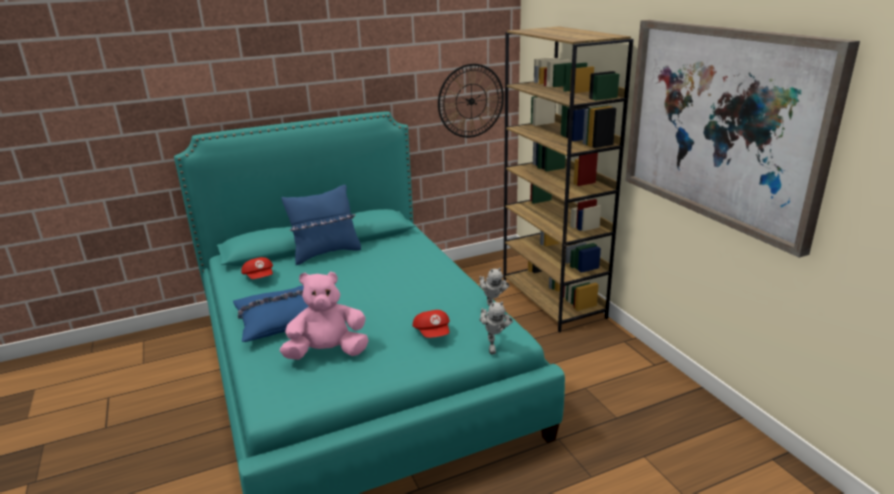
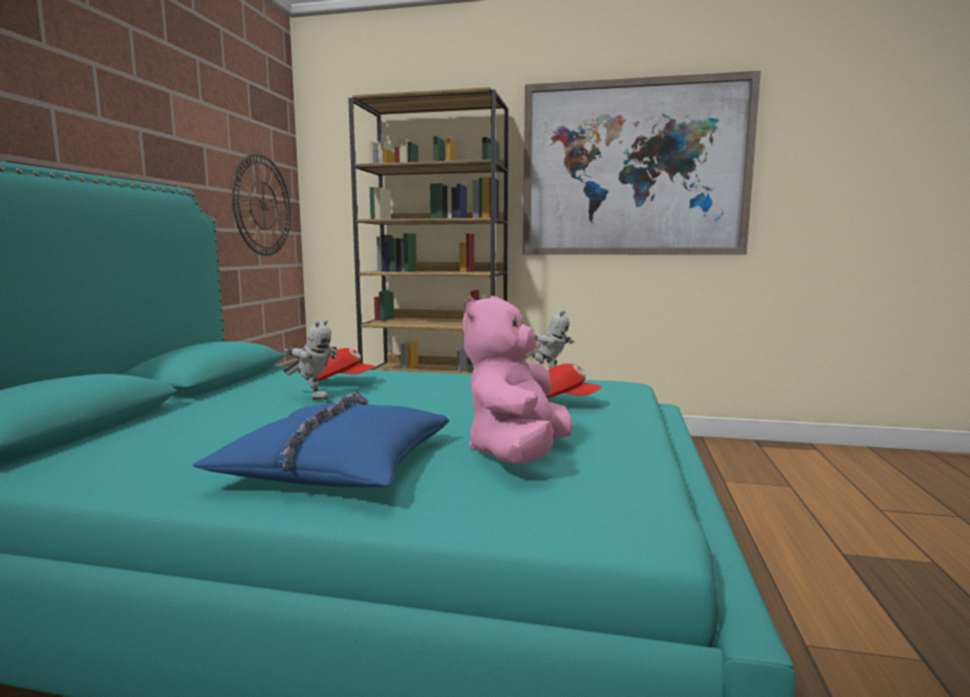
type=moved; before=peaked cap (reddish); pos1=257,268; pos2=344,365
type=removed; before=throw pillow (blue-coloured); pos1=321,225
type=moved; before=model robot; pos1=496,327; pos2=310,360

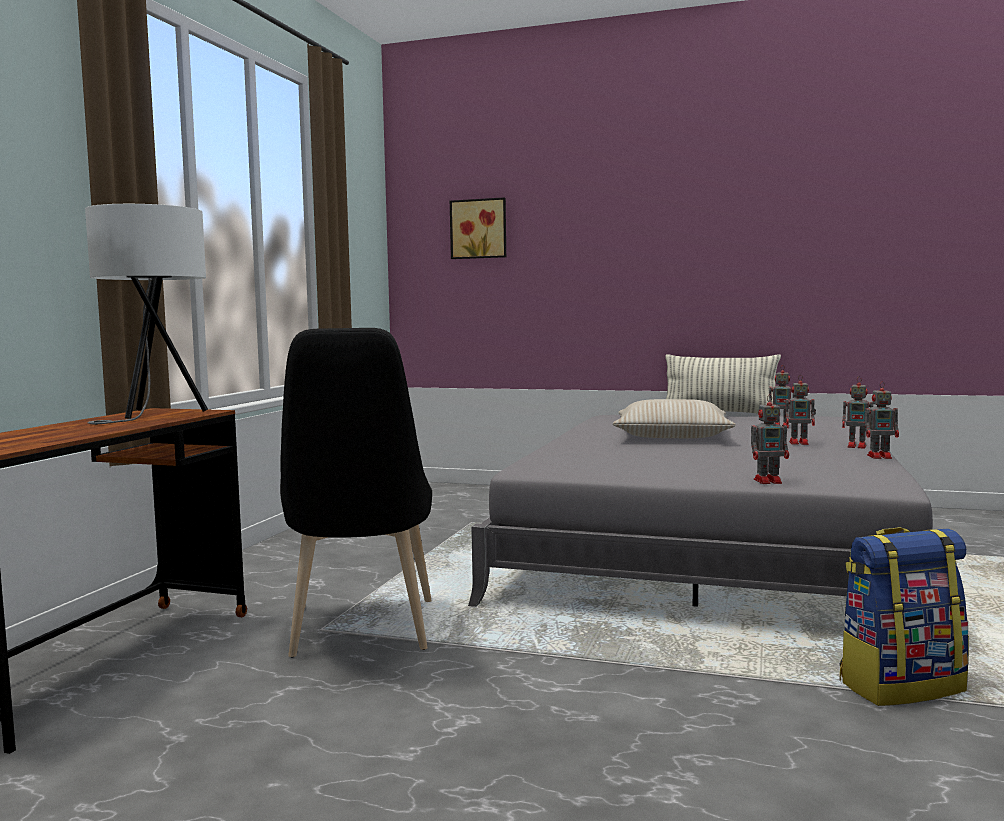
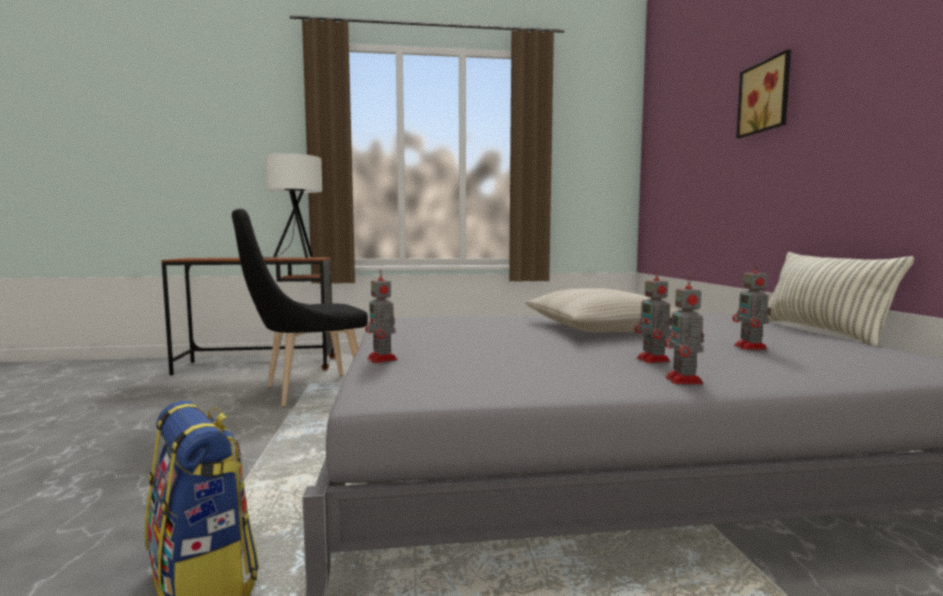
type=moved; before=wall picture; pos1=478,228; pos2=763,93
type=removed; before=model robot; pos1=882,420

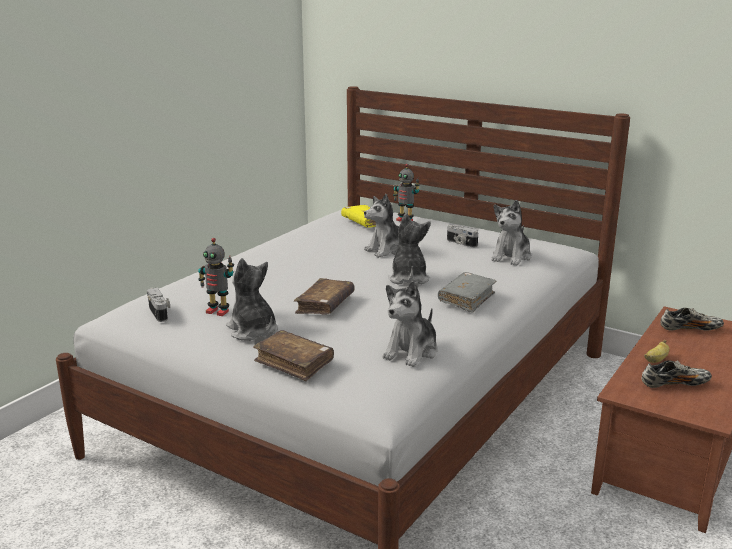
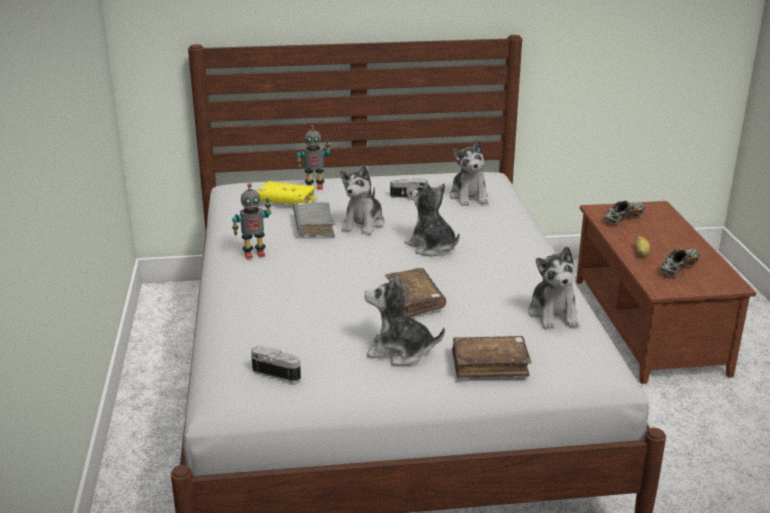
type=moved; before=model robot; pos1=216,277; pos2=251,221
type=moved; before=book (grey); pos1=467,292; pos2=314,219

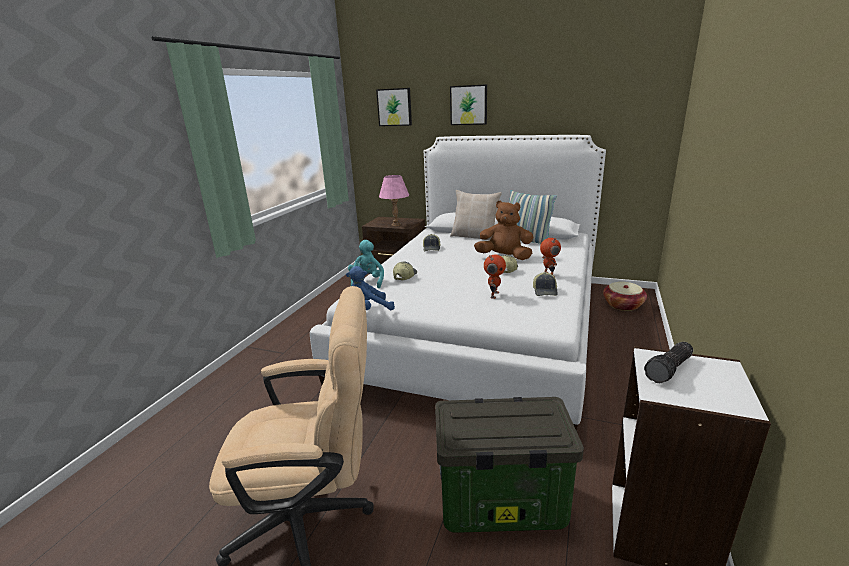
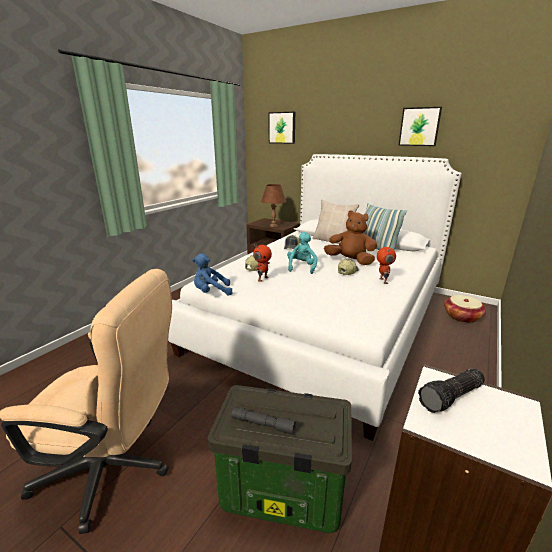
type=moved; before=cuddly toy (turquoise-coloured); pos1=366,264; pos2=302,253
type=recoloured; before=lamp for a table (pinkish); after=lamp for a table (brownish); pos1=394,200; pos2=273,205
type=moved; before=wall picture; pos1=468,104; pos2=420,126
type=moved; before=model robot; pos1=495,277; pos2=262,263
type=removed; before=peaked cap; pos1=545,284
type=added; after=hand torch (grey); pos2=263,421

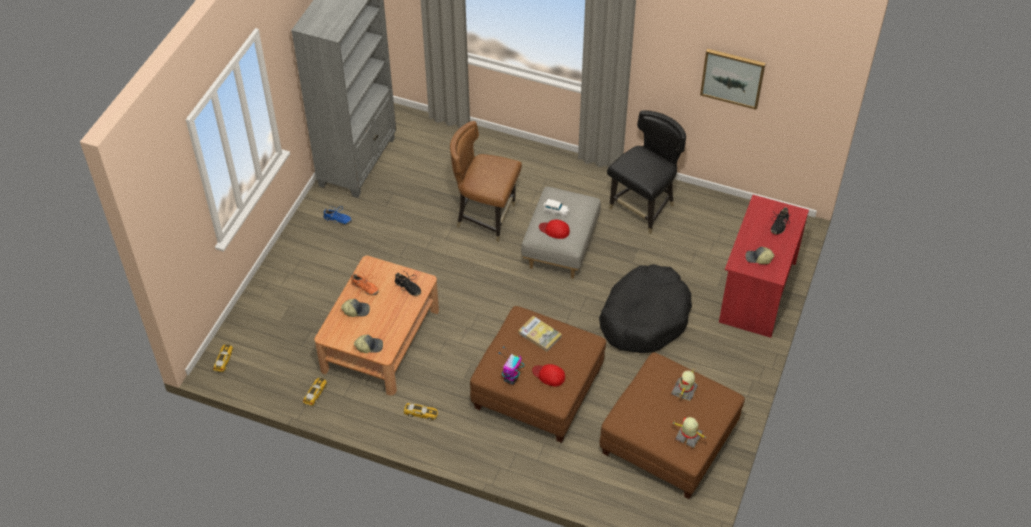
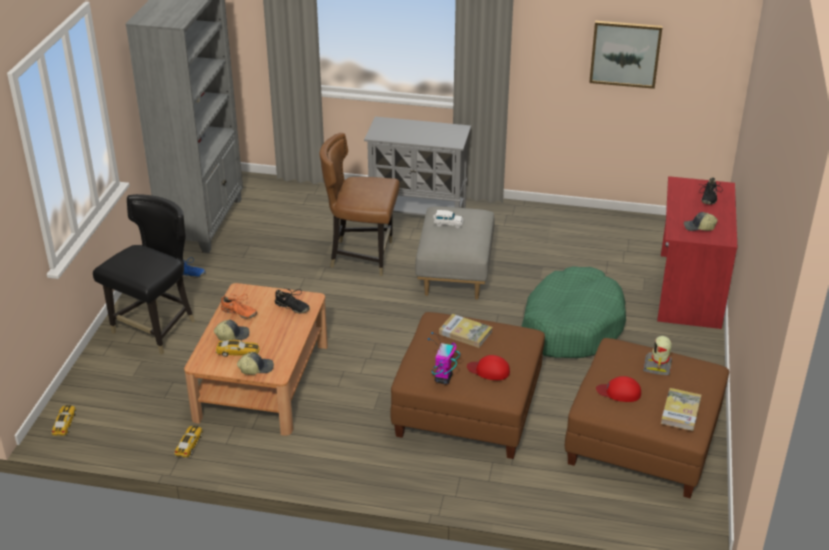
type=moved; before=miniature car; pos1=421,411; pos2=237,348
type=moved; before=peaked cap (reddish); pos1=554,229; pos2=618,389
type=recoloured; before=dog cushion (black); after=dog cushion (green); pos1=645,308; pos2=573,312
type=moved; before=plain chair (black); pos1=646,172; pos2=144,274
type=replaced; before=model robot; after=book; pos1=689,432; pos2=681,409
type=added; after=storage cabinet (grey); pos2=417,166

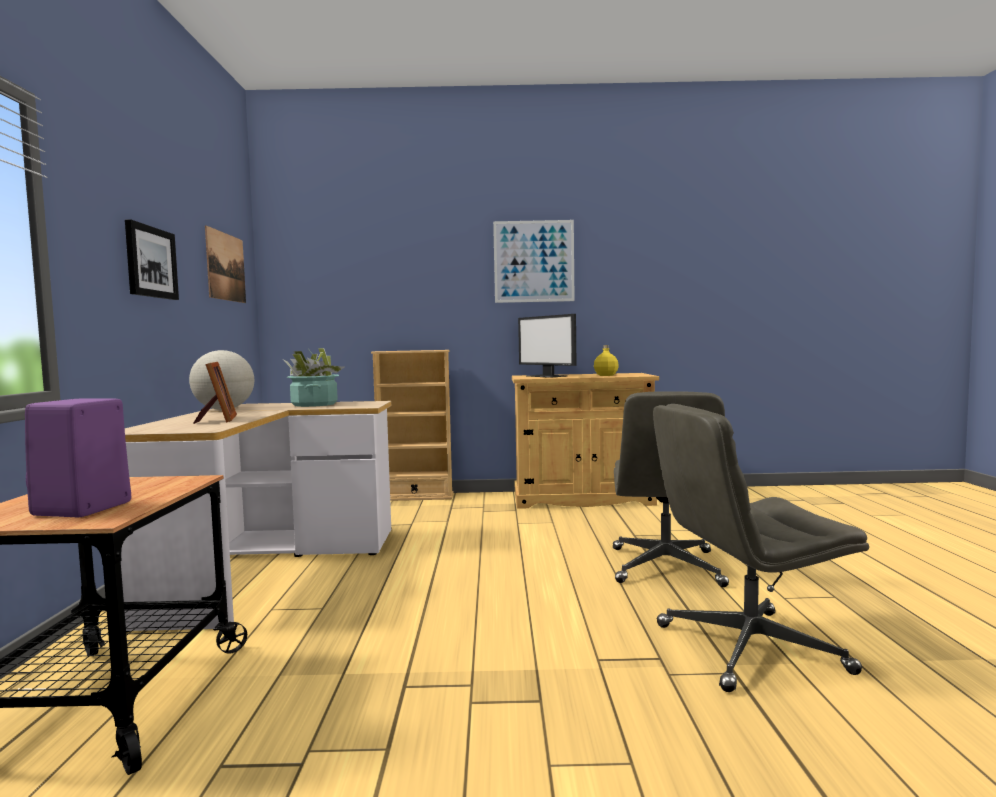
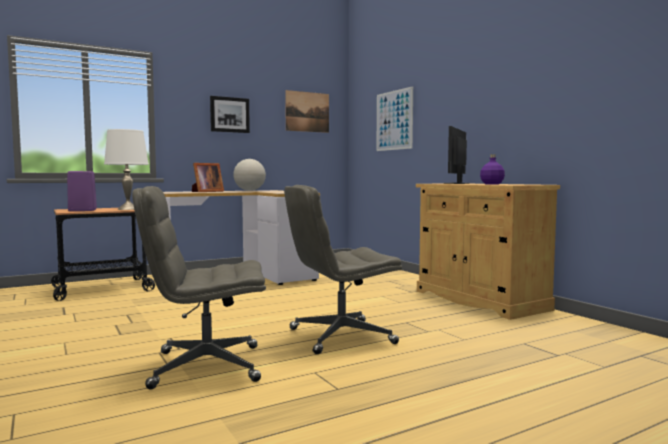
type=removed; before=plant in a pot; pos1=313,377
type=removed; before=bookshelf (sand-coloured); pos1=412,425
type=moved; before=wall picture; pos1=534,261; pos2=394,118
type=recoloured; before=drink bottle (yellow-coloured); after=drink bottle (purple); pos1=606,360; pos2=492,169
type=turned; before=office chair (grey); pos1=761,548; pos2=199,288; turn=-60
type=added; after=lamp for a table (white); pos2=126,169

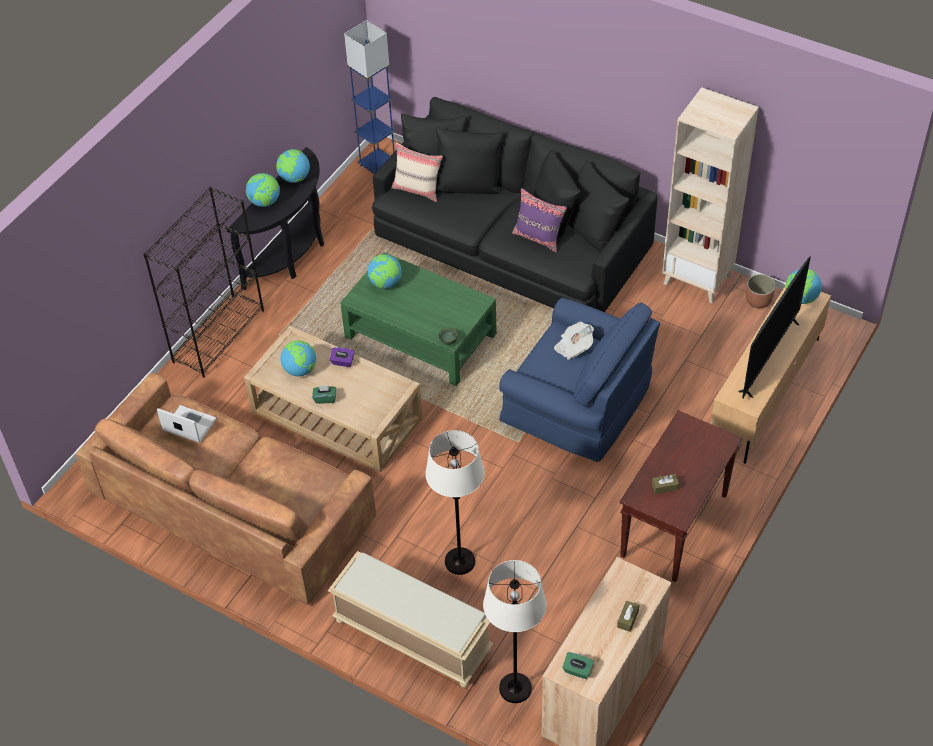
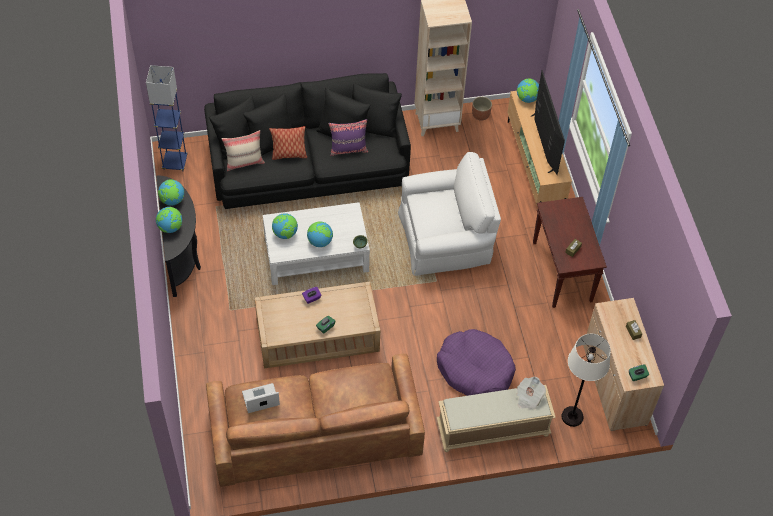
type=removed; before=bookshelf (black); pos1=203,282
type=moved; before=globe; pos1=298,358; pos2=320,234
type=recoloured; before=lounge table (green); after=lounge table (white); pos1=418,319; pos2=316,243
type=replaced; before=standing lamp (white); after=dog cushion (purple); pos1=455,502; pos2=476,362
type=recoloured; before=armchair (blue-coloured); after=armchair (white); pos1=579,380; pos2=449,214
type=moved; before=newspaper; pos1=574,341; pos2=531,393
type=added; after=throw pillow; pos2=288,143

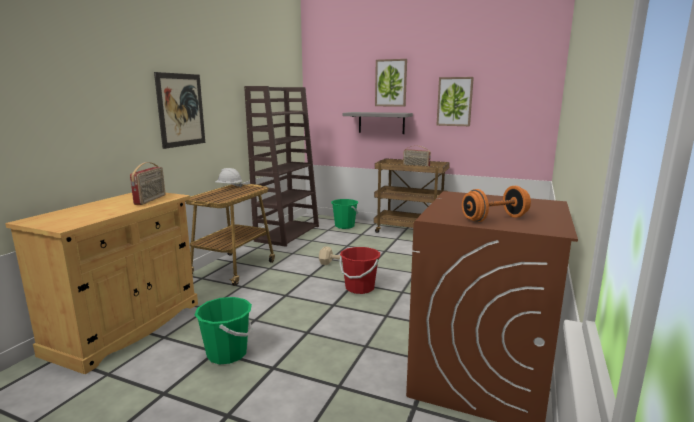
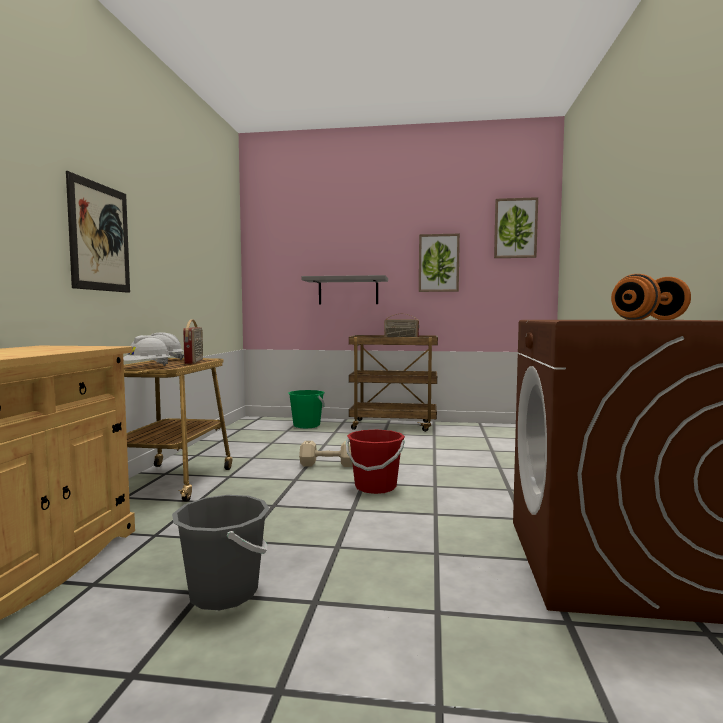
type=moved; before=radio; pos1=147,183; pos2=193,342
type=recoloured; before=bucket (green); after=bucket (grey); pos1=223,330; pos2=221,552
type=removed; before=bookshelf (brownish); pos1=281,166
type=moved; before=wall picture; pos1=391,83; pos2=516,227
type=added; after=work helmet (white); pos2=146,350

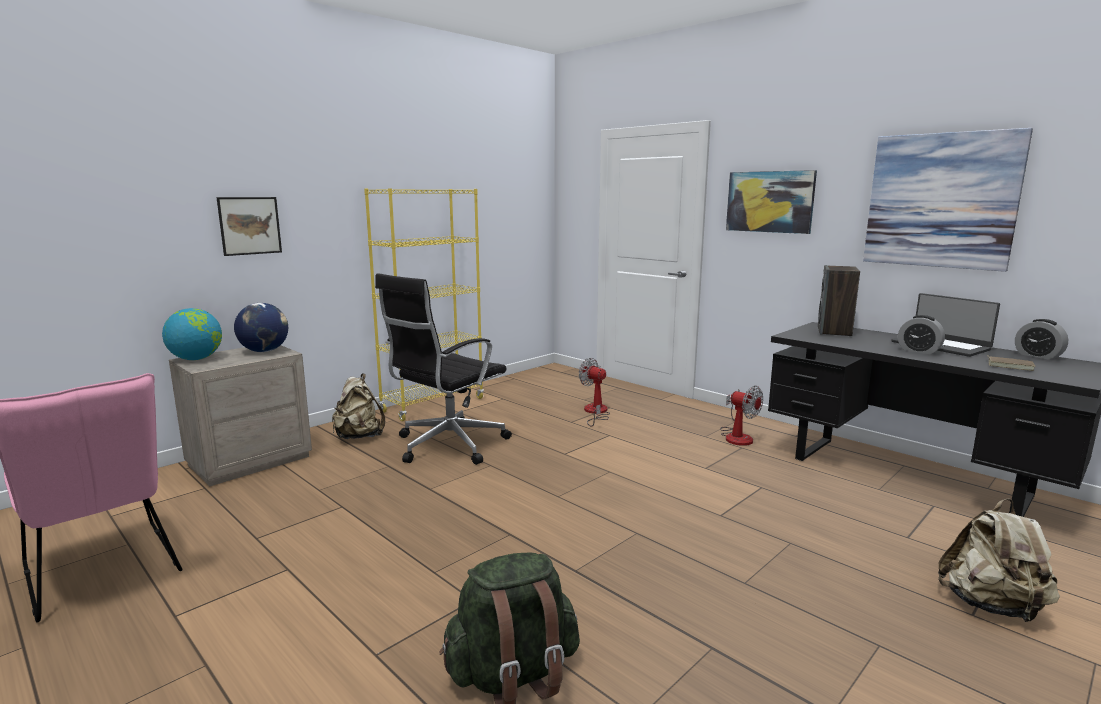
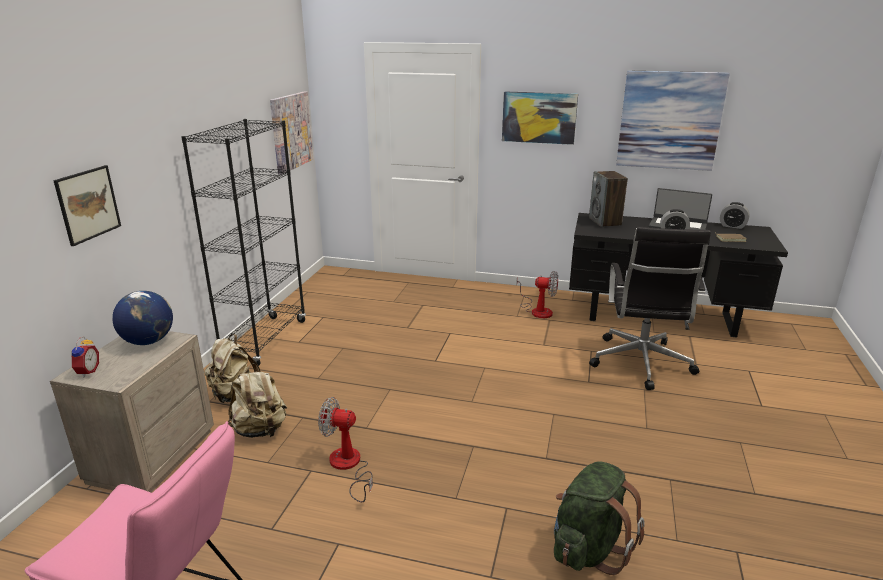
type=replaced; before=globe; after=table clock; pos1=192,334; pos2=85,356
type=recoloured; before=bookshelf (yellow-coloured); after=bookshelf (black); pos1=424,304; pos2=243,242
type=moved; before=office chair (black); pos1=443,369; pos2=650,308
type=moved; before=fan; pos1=594,392; pos2=345,449
type=moved; before=backpack (sand-coloured); pos1=999,560; pos2=257,400
type=added; after=wall picture; pos2=291,132

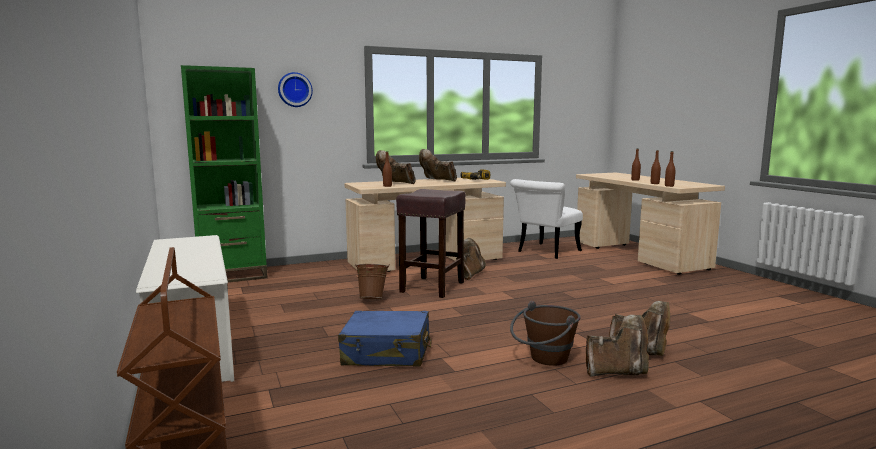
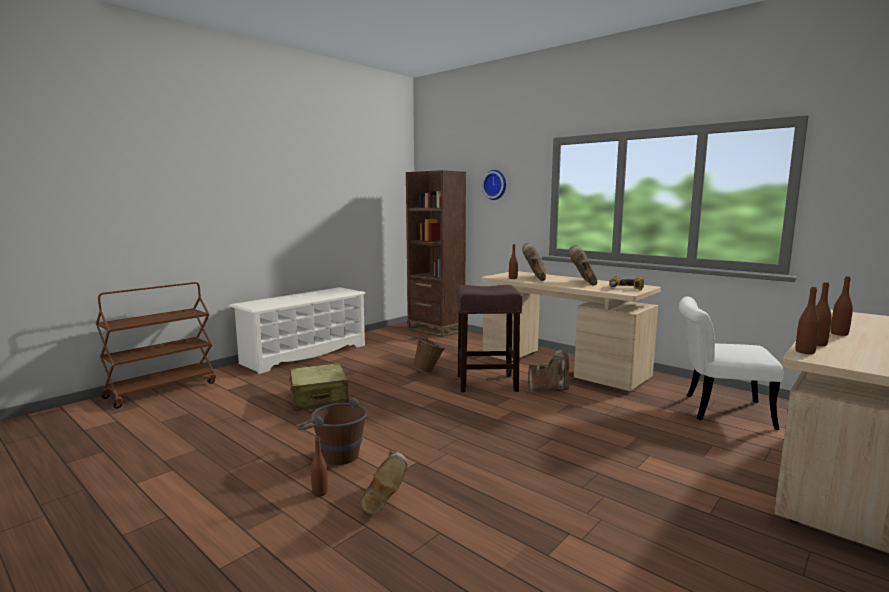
type=recoloured; before=bookshelf (green); after=bookshelf (brownish); pos1=224,173; pos2=436,253
type=recoloured; before=travel case (blue-coloured); after=travel case (sand-coloured); pos1=384,339; pos2=318,387
type=replaced; before=high-top boot (brownish); after=drink bottle (brownish); pos1=617,345; pos2=319,466

